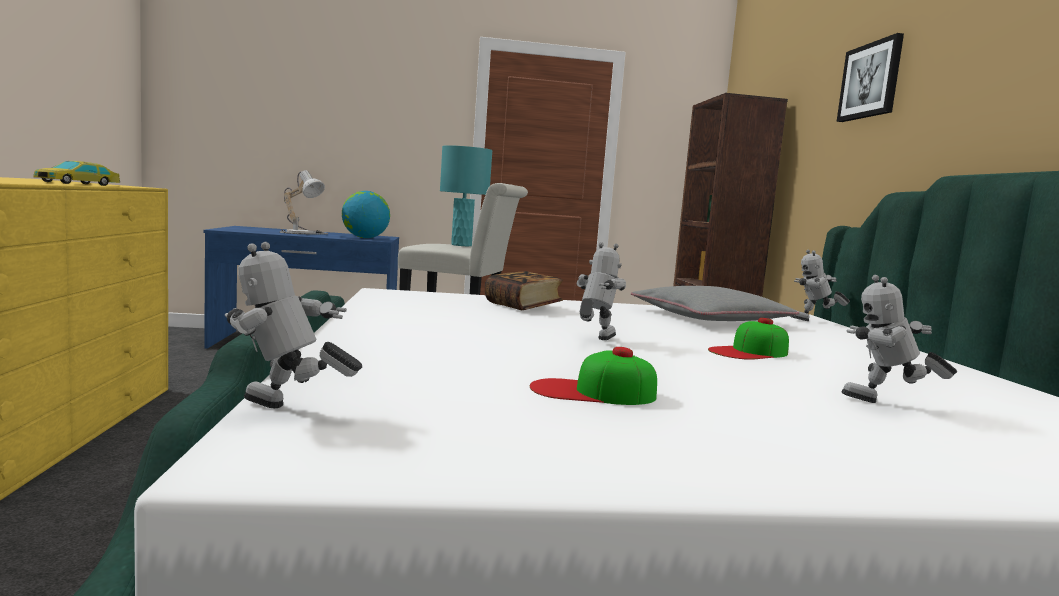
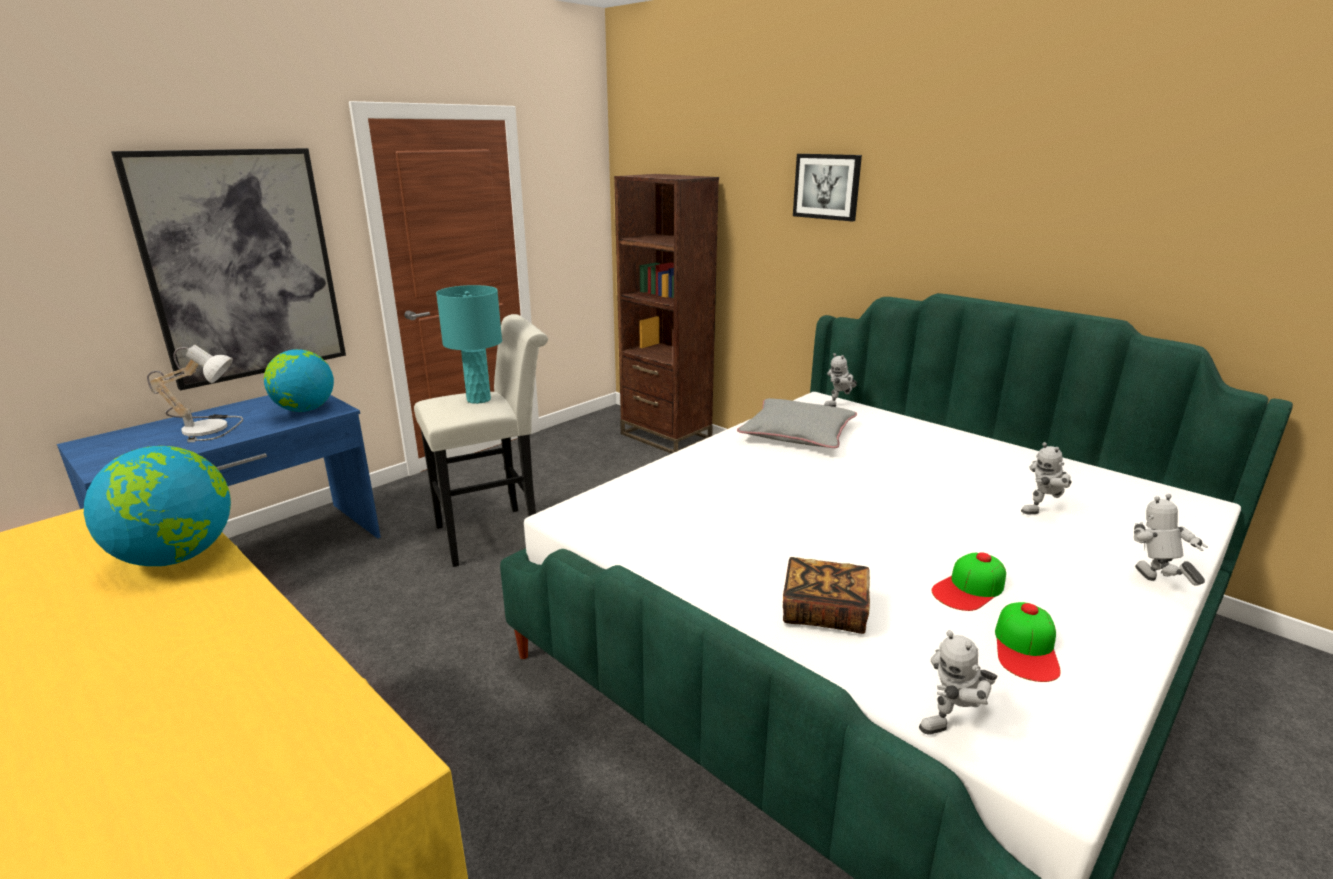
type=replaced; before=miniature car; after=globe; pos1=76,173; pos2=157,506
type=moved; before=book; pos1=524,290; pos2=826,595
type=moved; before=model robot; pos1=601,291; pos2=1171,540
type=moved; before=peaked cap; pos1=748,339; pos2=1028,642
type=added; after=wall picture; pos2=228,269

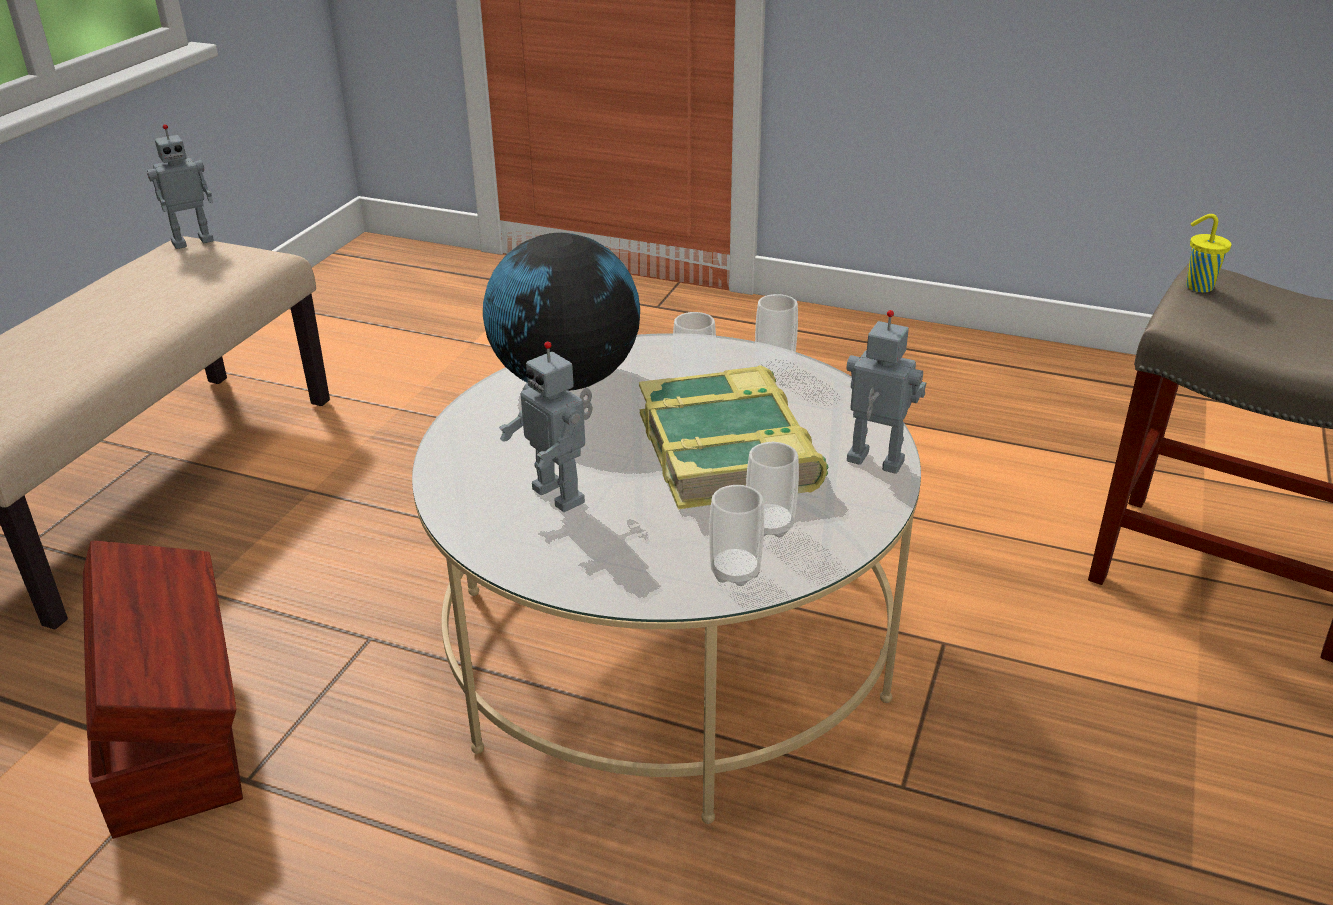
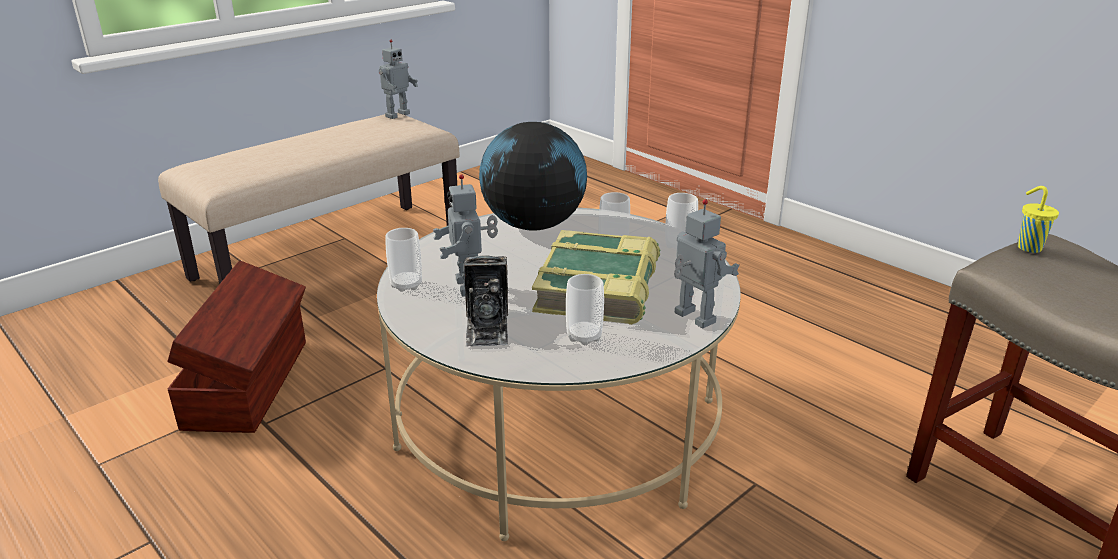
type=turned; before=model robot; pos1=180,186; pos2=398,79; turn=-45
type=moved; before=cup; pos1=736,535; pos2=404,260
type=added; after=still camera; pos2=486,301

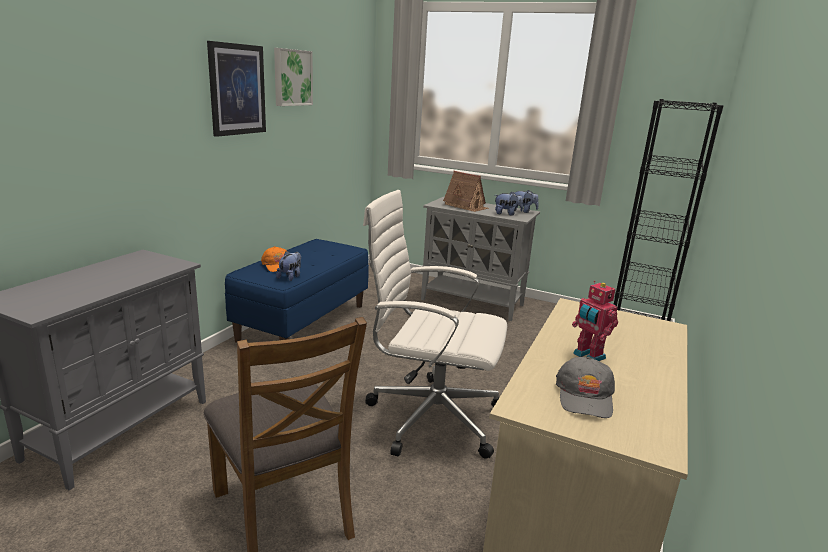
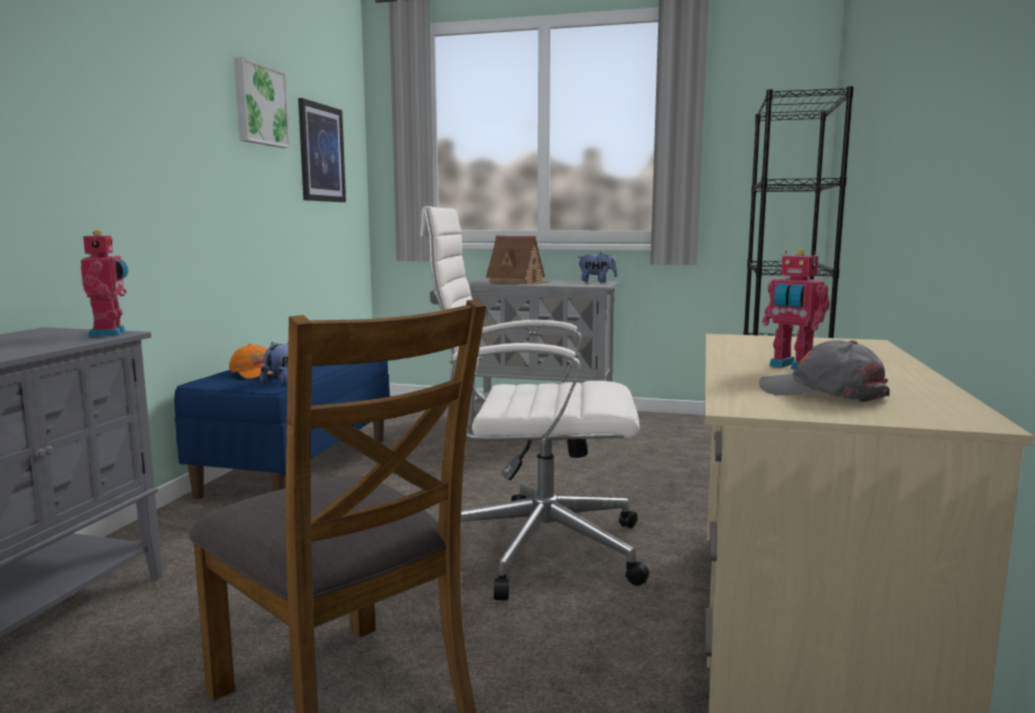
type=moved; before=wall picture; pos1=236,89; pos2=322,150
type=removed; before=cuddly toy; pos1=508,204
type=turned; before=peaked cap (grey); pos1=585,387; pos2=825,371; turn=120
type=added; after=model robot; pos2=104,283

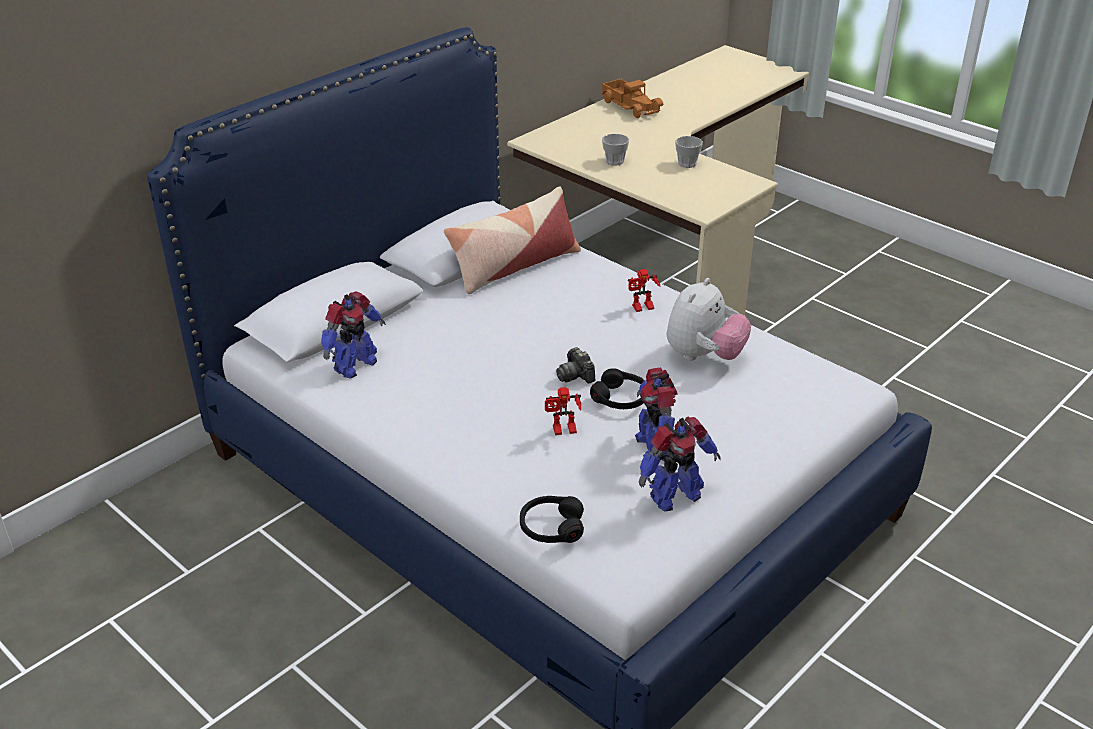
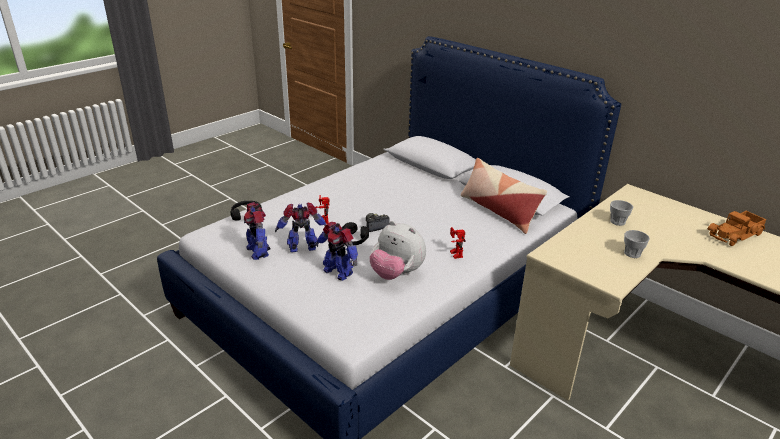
type=moved; before=model robot; pos1=353,335; pos2=336,251

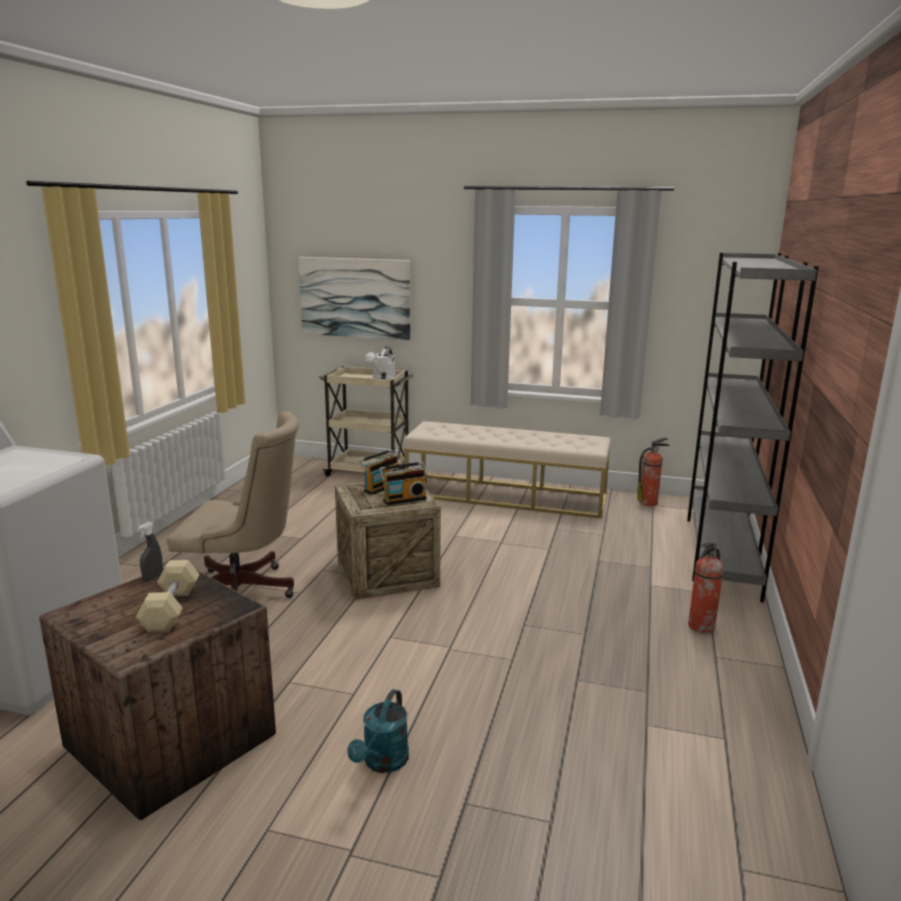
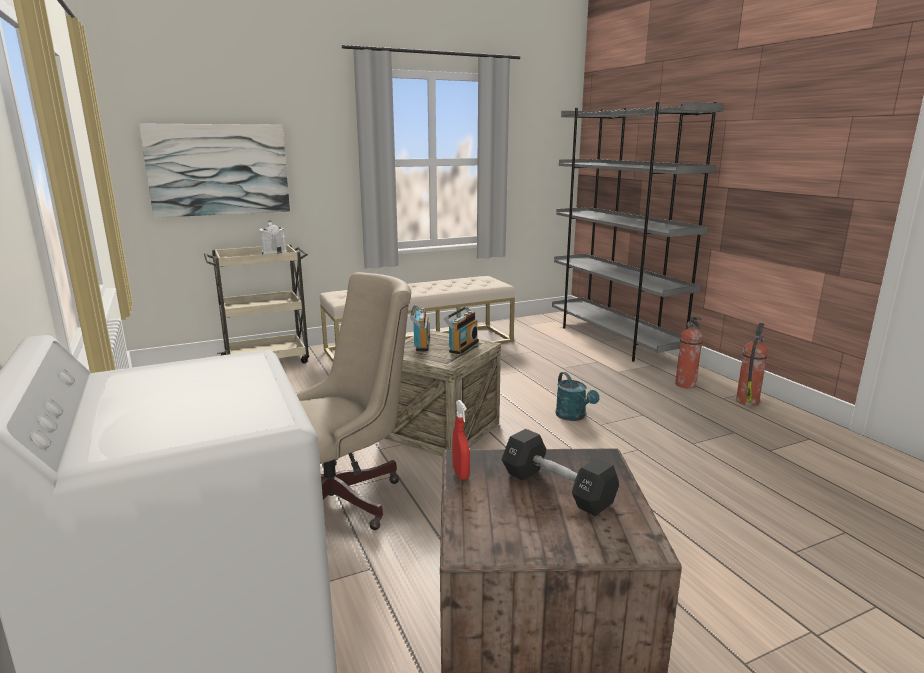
type=recoloured; before=dumbbell (sand-coloured); after=dumbbell (black); pos1=168,596; pos2=560,472
type=recoloured; before=sprayer (grey); after=sprayer (reddish); pos1=150,552; pos2=461,440
type=moved; before=sprinkling can (turquoise-coloured); pos1=378,731; pos2=577,396
type=moved; before=fire-fighting cylinder; pos1=653,472; pos2=752,364

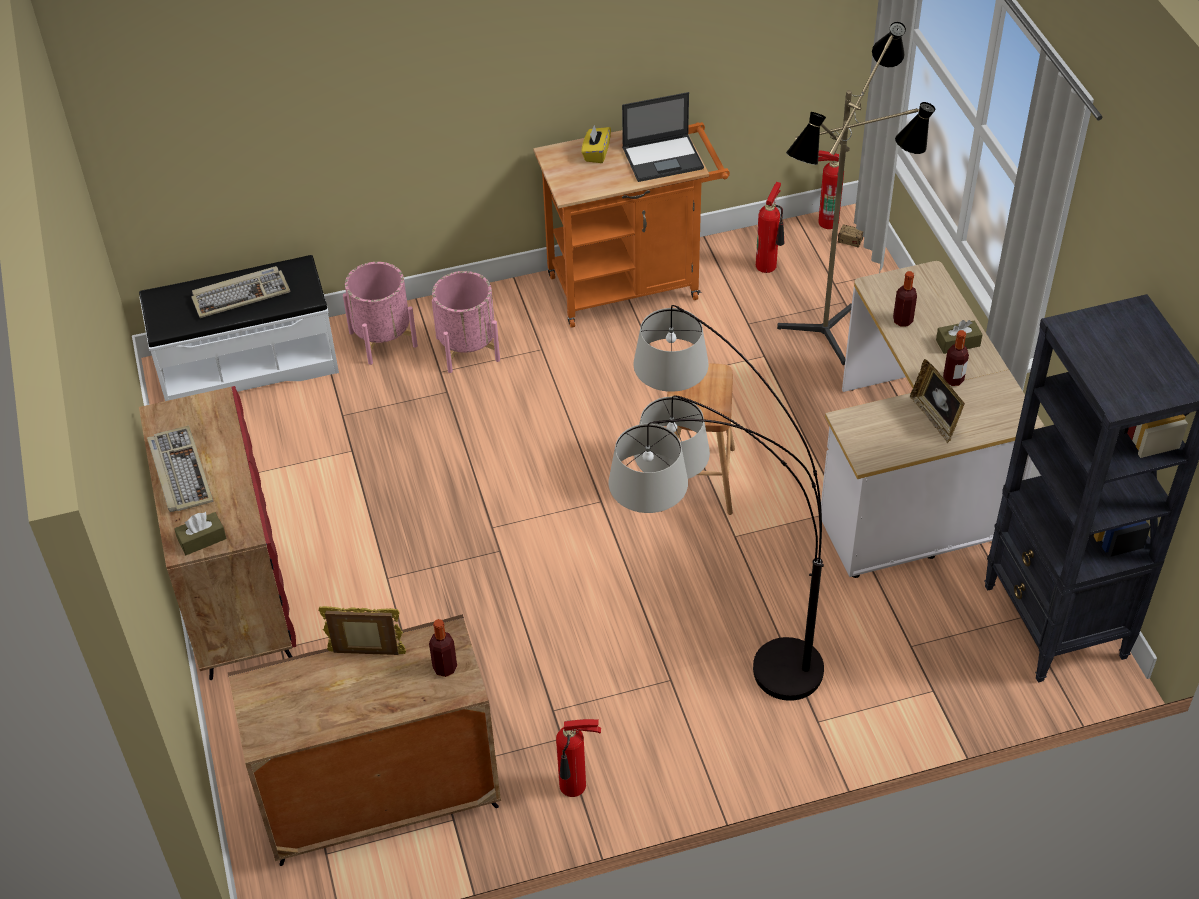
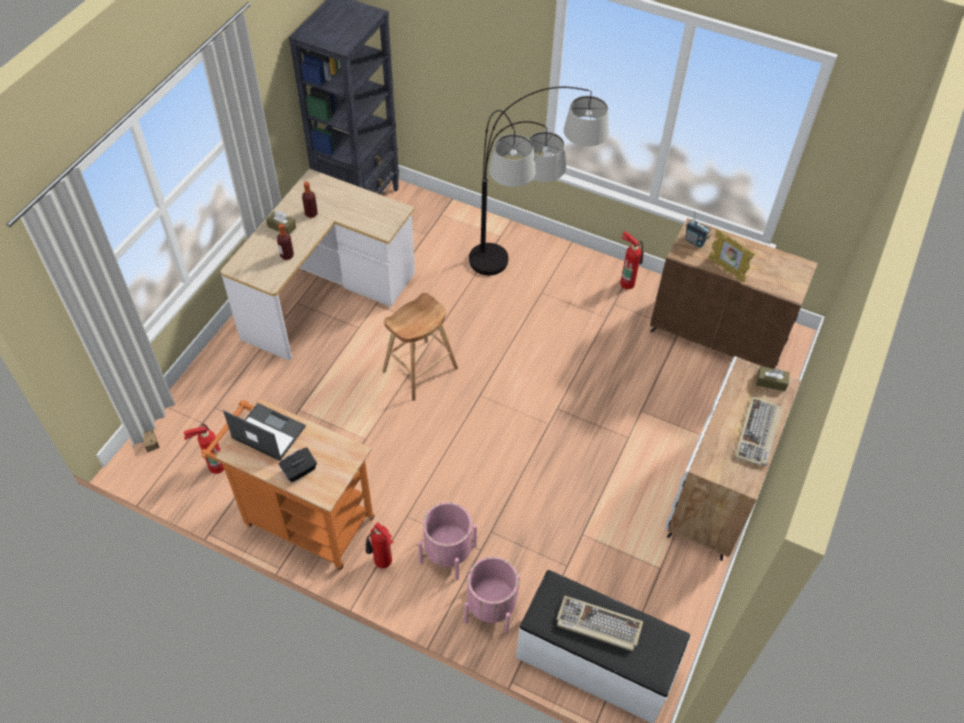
type=recoloured; before=storage cabinet (reddish); after=storage cabinet (white); pos1=217,533; pos2=733,458
type=replaced; before=drink bottle; after=radio; pos1=443,648; pos2=698,229
type=recoloured; before=tissue holder (yellow-coloured); after=tissue holder (black); pos1=596,144; pos2=298,464
type=removed; before=standing lamp; pos1=856,193
type=moved; before=fire-fighting cylinder; pos1=831,189; pos2=379,545
type=removed; before=picture frame; pos1=937,401

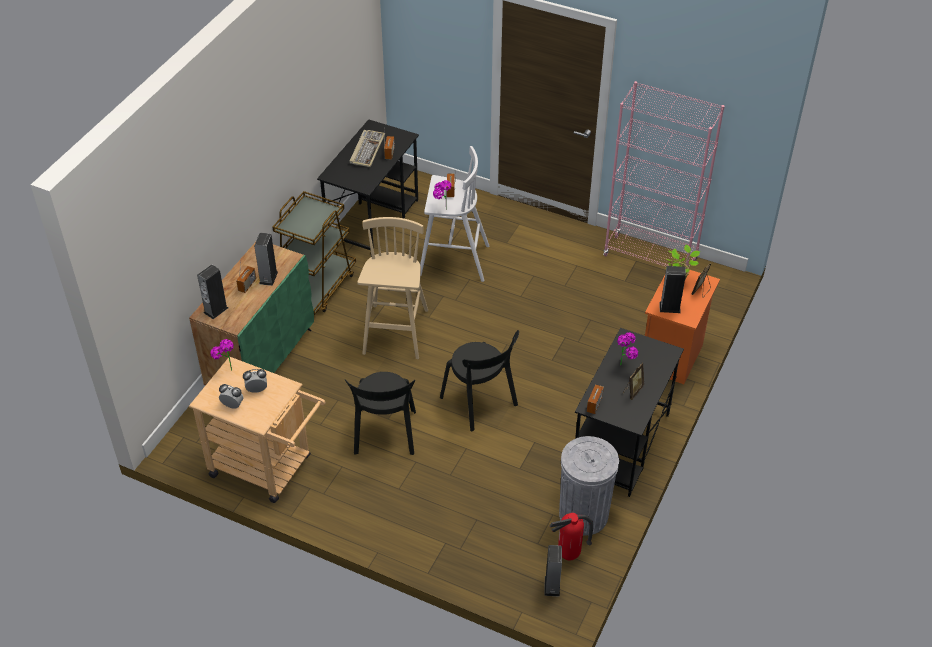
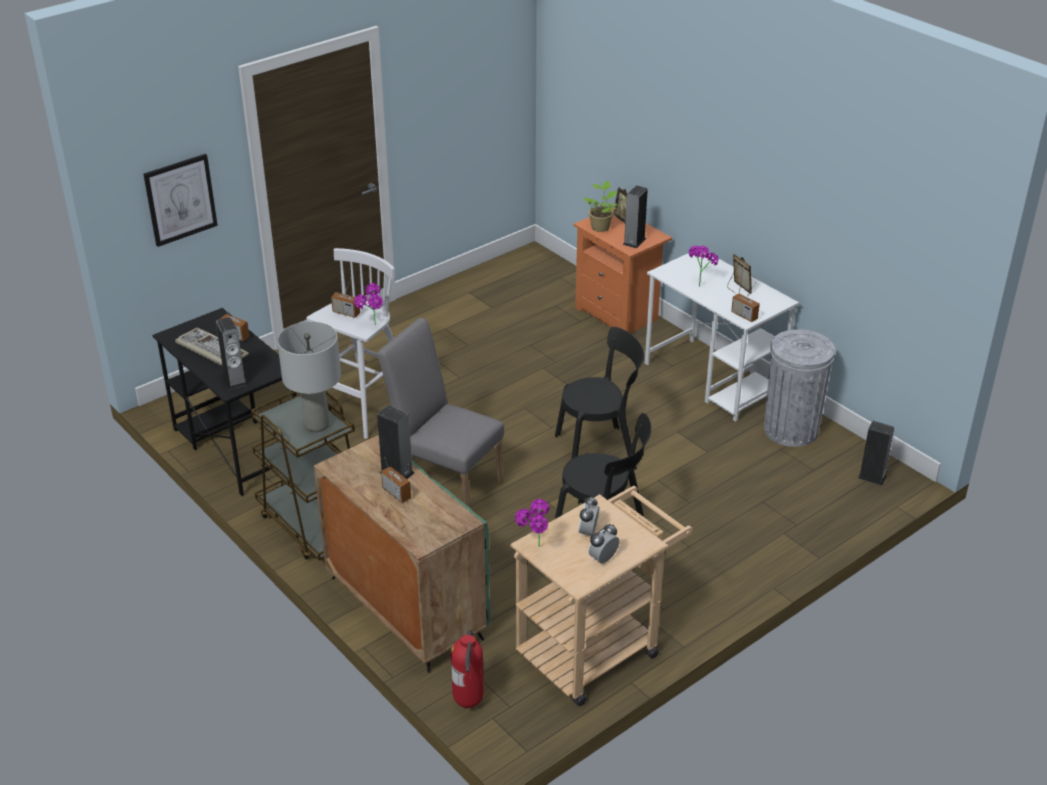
type=moved; before=speaker; pos1=212,292; pos2=231,353
type=replaced; before=stool seat (sand-coloured); after=plain chair (grey); pos1=392,288; pos2=440,413
type=moved; before=fire-fighting cylinder; pos1=571,536; pos2=467,669
type=recoloured; before=desk table (black); after=desk table (white); pos1=629,412; pos2=722,337
type=removed; before=bookshelf (pinkish); pos1=664,174
type=added; after=wall picture; pos2=180,200
type=added; after=lamp for a table (grey); pos2=309,377

